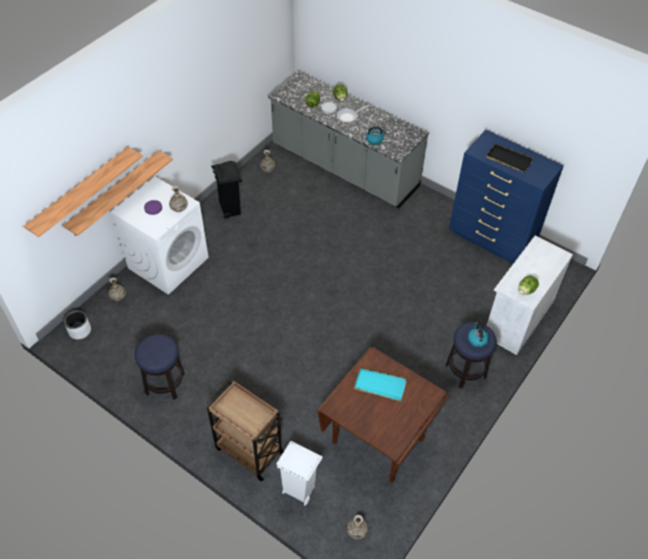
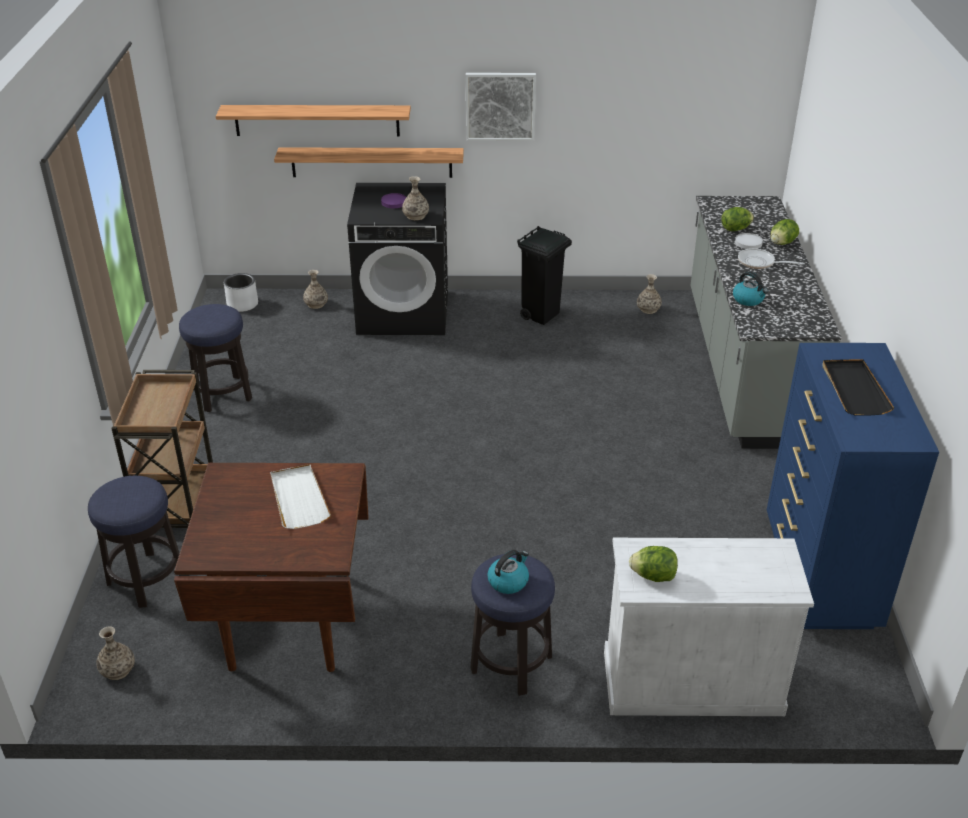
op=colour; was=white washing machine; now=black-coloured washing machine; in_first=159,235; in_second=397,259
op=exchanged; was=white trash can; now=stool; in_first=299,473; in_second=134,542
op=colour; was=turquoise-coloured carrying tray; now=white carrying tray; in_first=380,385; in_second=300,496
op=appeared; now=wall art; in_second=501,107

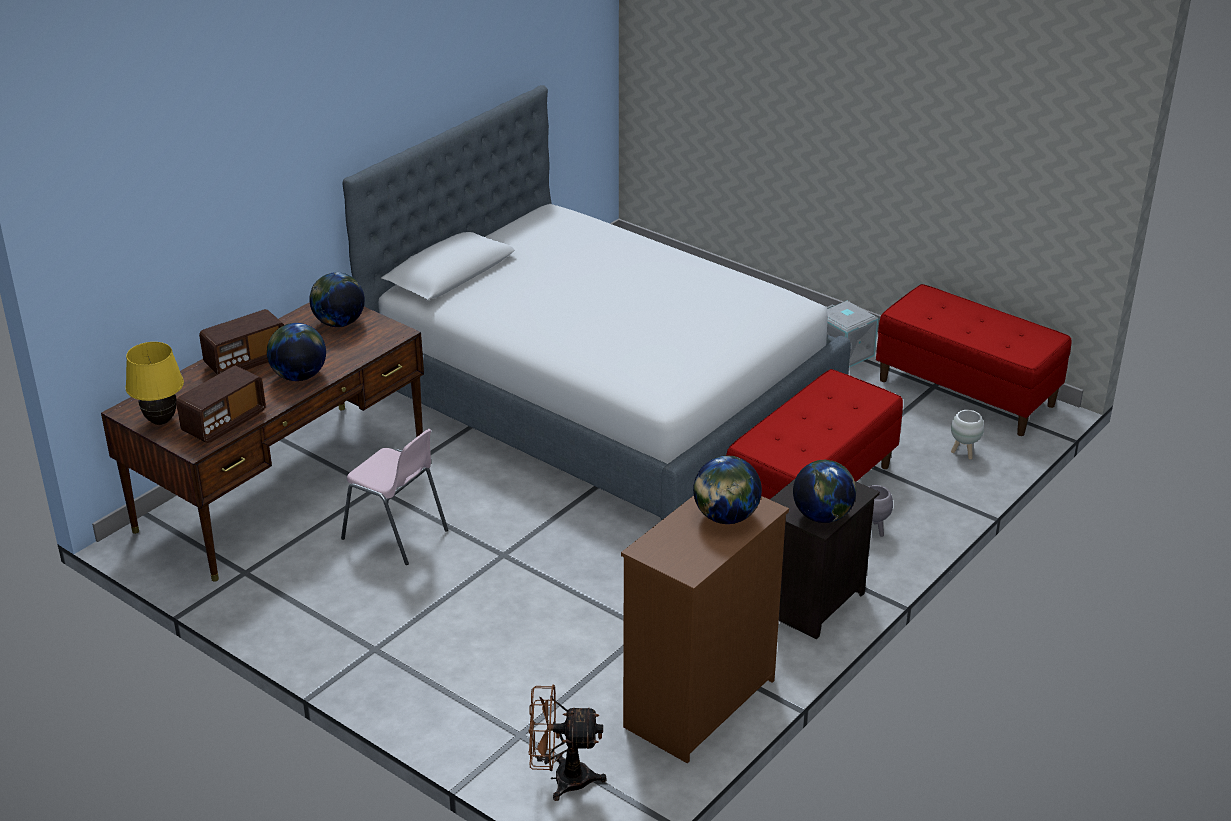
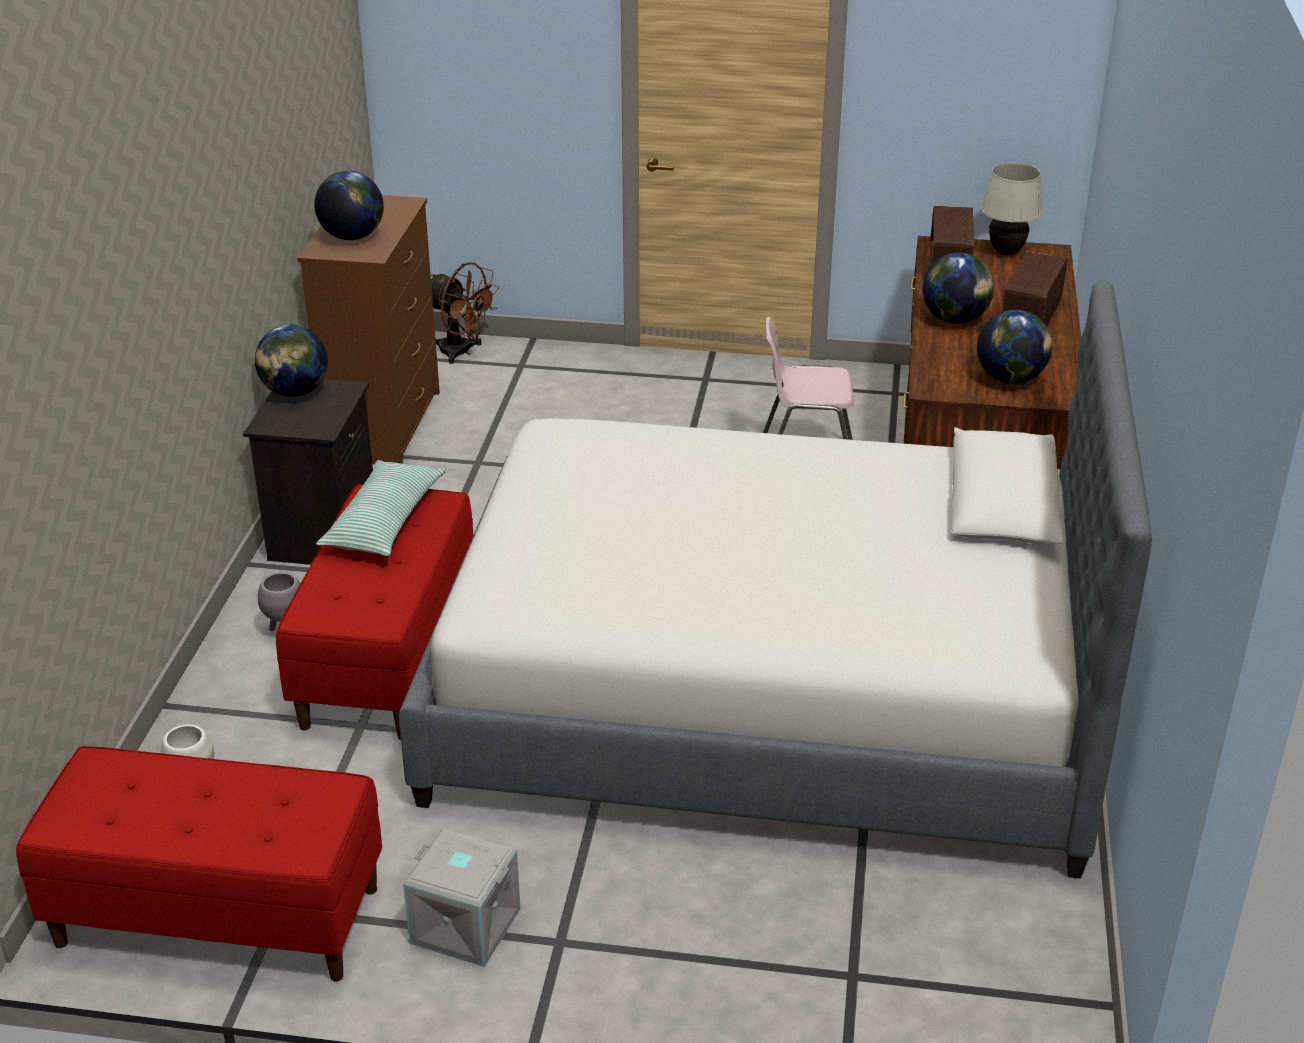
op=colour; was=yellowish table lamp; now=white table lamp; in_first=154,383; in_second=1012,209
op=spun; was=brown-coloured cooling fan; in_first=568,743; in_second=465,313; clockwise=60
op=appeared; now=pillow; in_second=381,508

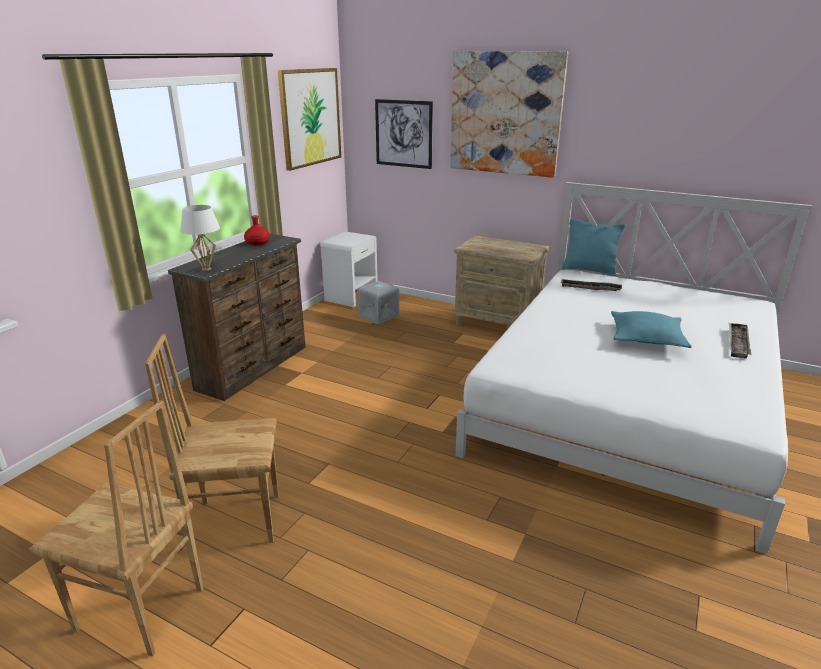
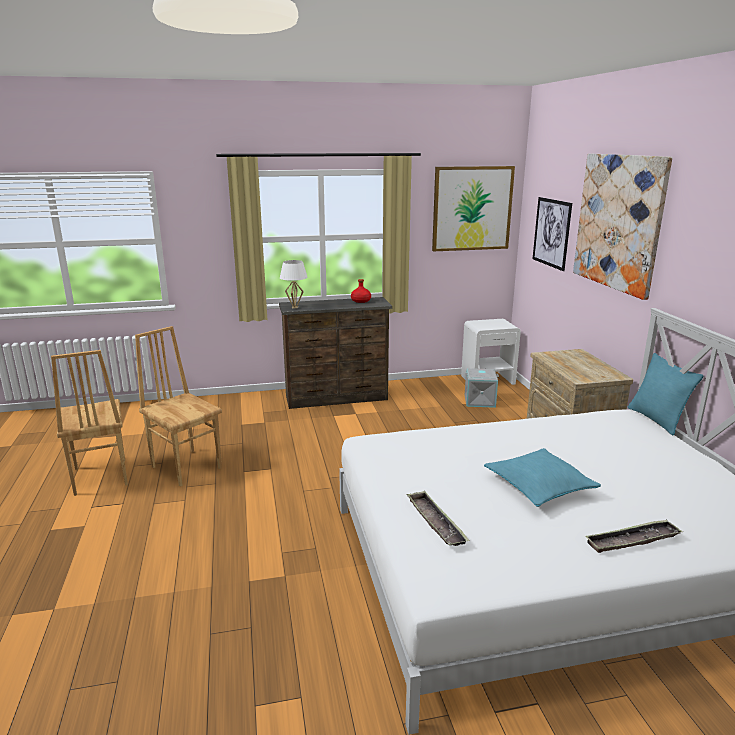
op=relocated; was=carrying tray; in_first=591,285; in_second=438,518

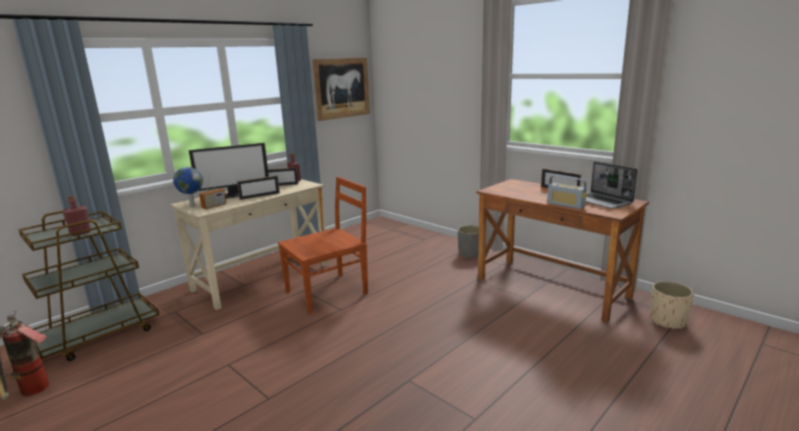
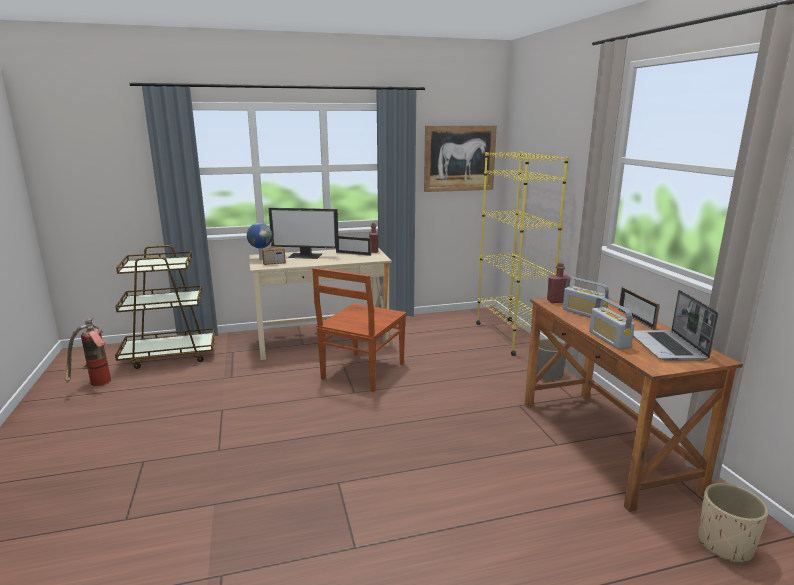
op=relocated; was=red drink bottle; in_first=76,215; in_second=558,283
op=missing; was=picture frame; in_first=258,188
op=spun; was=brown-coloured plain chair; in_first=323,245; in_second=359,330; clockwise=120
op=appeared; now=yellowish shelving unit; in_second=522,253
op=appeared; now=radio receiver; in_second=586,297

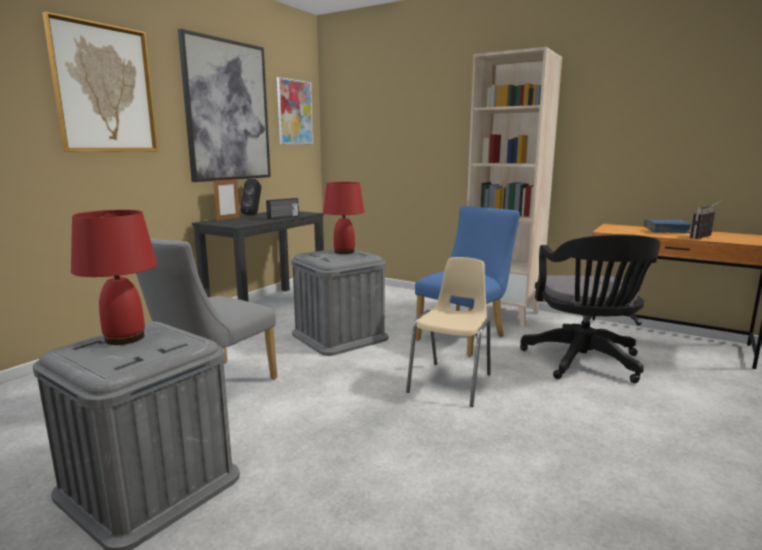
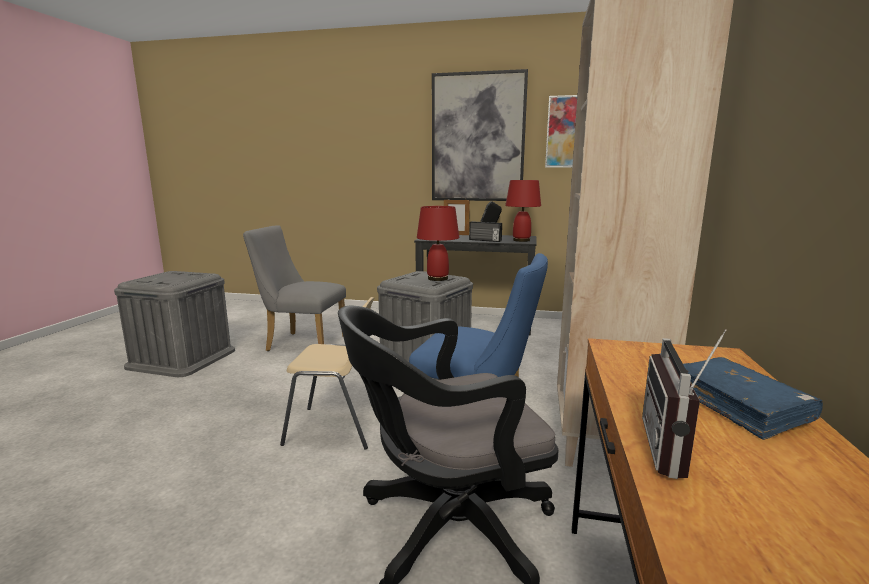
op=missing; was=wall art; in_first=100,82
op=relocated; was=red table lamp; in_first=114,277; in_second=523,211
op=spun; was=radio receiver; in_first=706,219; in_second=684,404; clockwise=-105

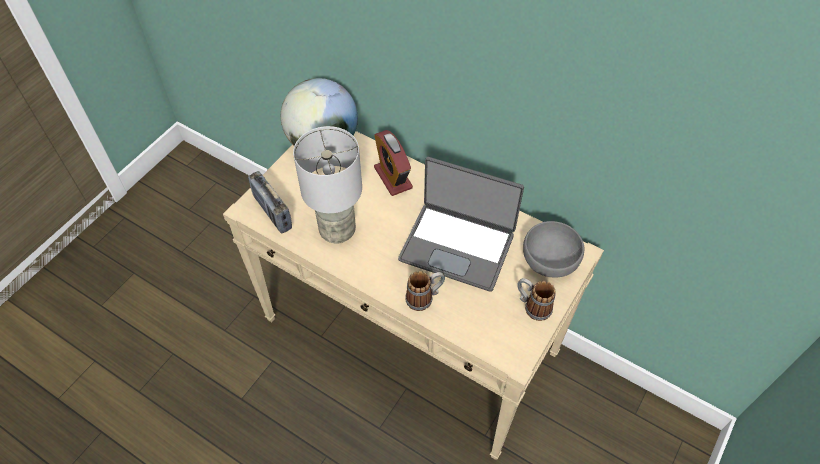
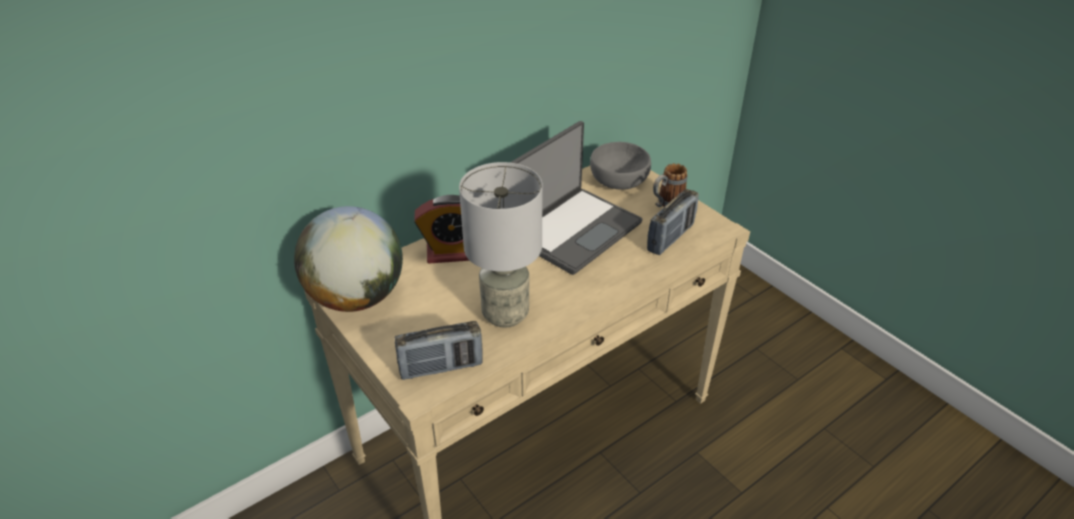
op=missing; was=coffee mug; in_first=425,291
op=appeared; now=radio receiver; in_second=673,222

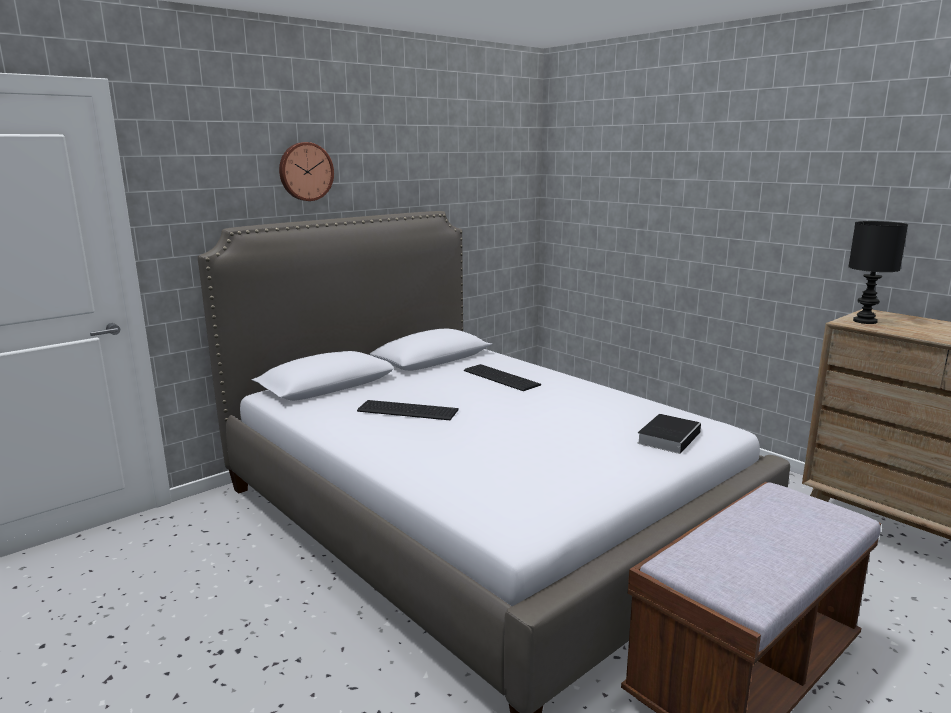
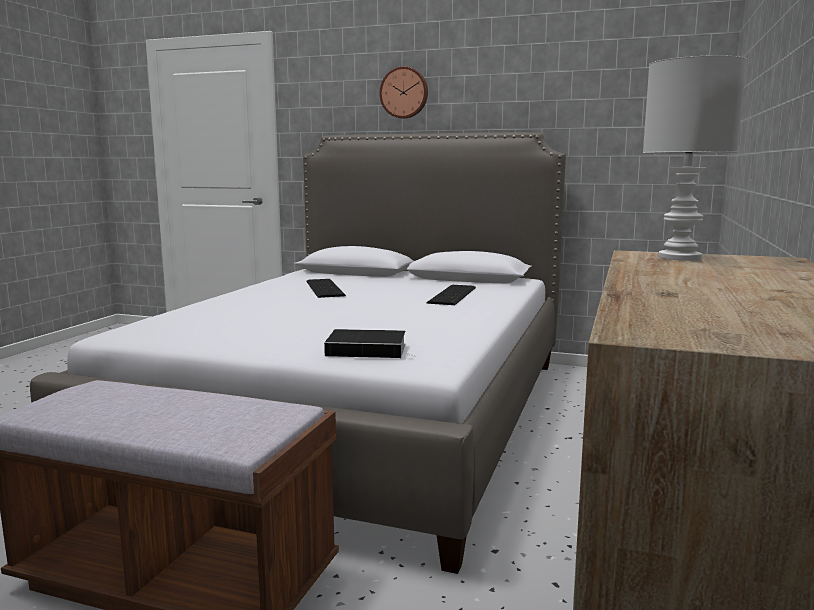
op=colour; was=black-coloured table lamp; now=white table lamp; in_first=878,272; in_second=695,158

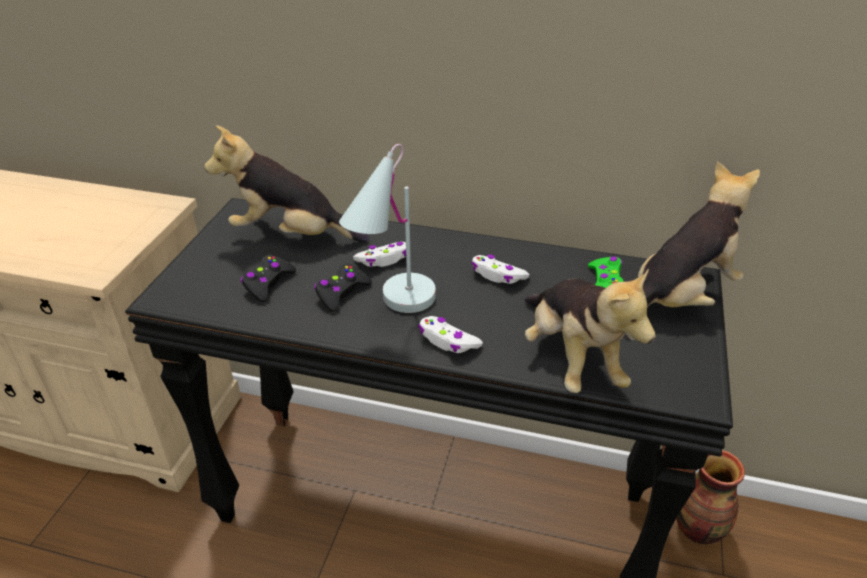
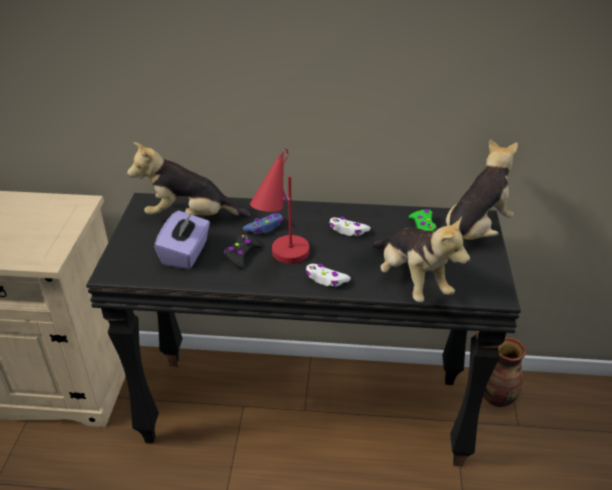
op=exchanged; was=black-coloured joypad; now=purplish tissue box; in_first=268,278; in_second=182,239
op=colour; was=white table lamp; now=red table lamp; in_first=387,228; in_second=280,206
op=colour; was=white joypad; now=bluish joypad; in_first=379,254; in_second=263,223

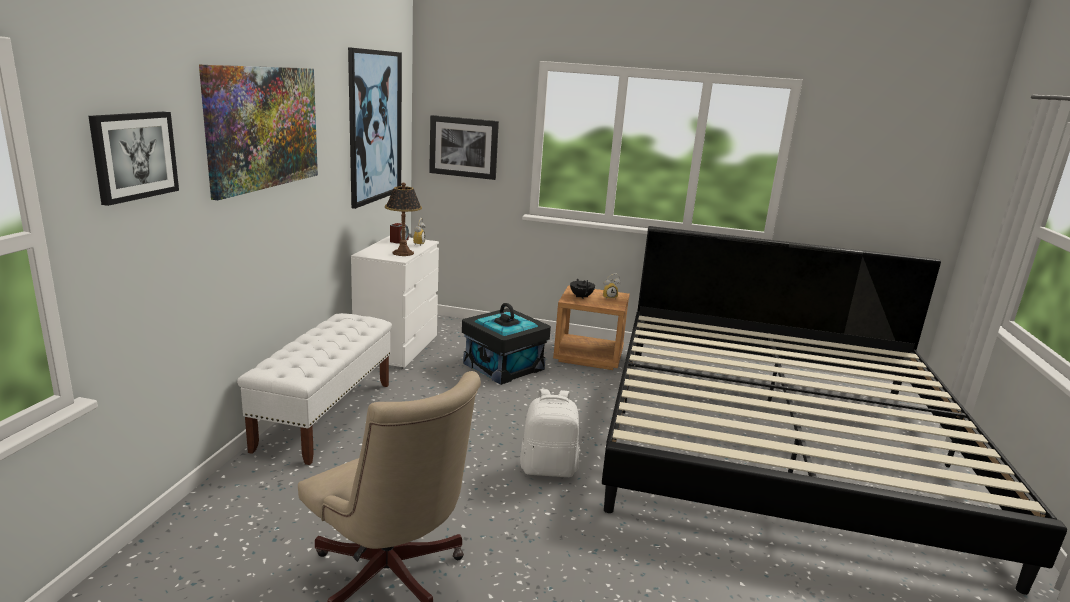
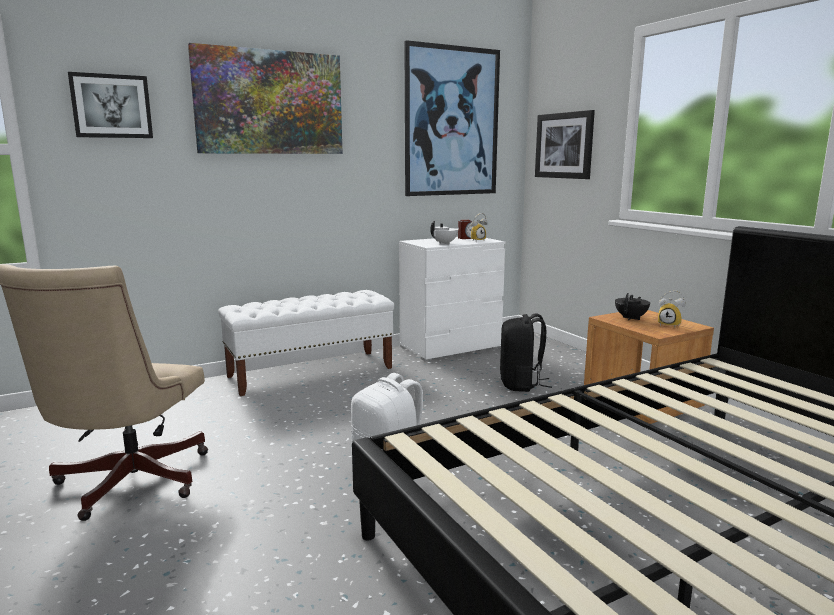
op=exchanged; was=table lamp; now=white pot for tea; in_first=403,219; in_second=444,233
op=exchanged; was=black-coloured storage box; now=black-coloured knapsack; in_first=506,344; in_second=526,352

